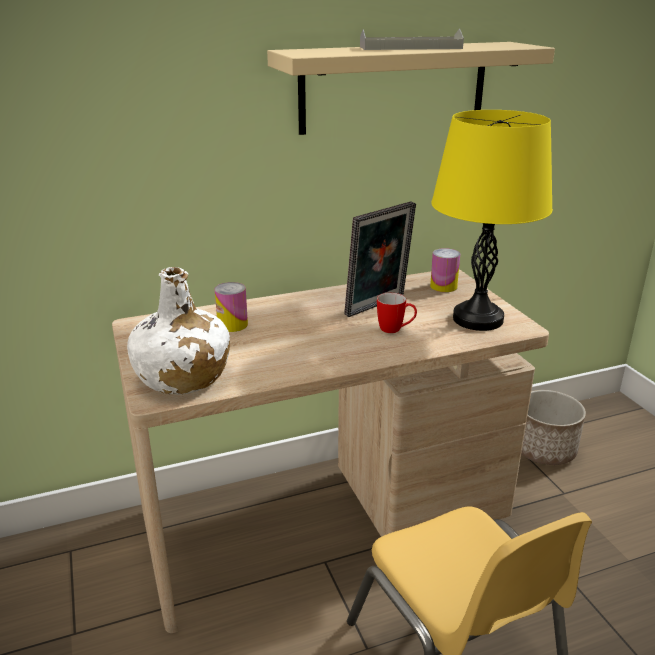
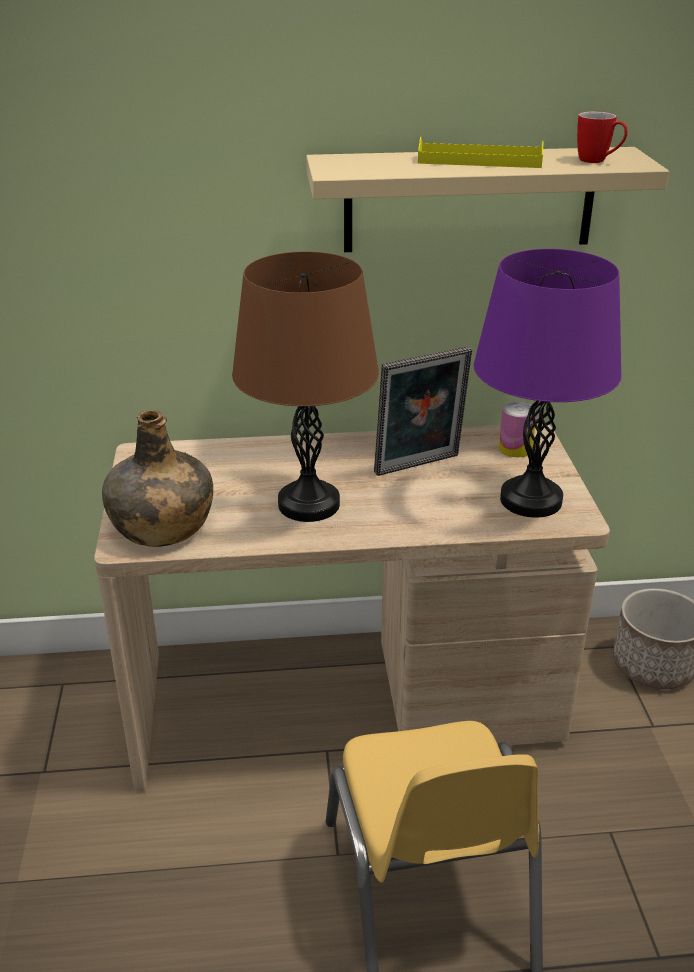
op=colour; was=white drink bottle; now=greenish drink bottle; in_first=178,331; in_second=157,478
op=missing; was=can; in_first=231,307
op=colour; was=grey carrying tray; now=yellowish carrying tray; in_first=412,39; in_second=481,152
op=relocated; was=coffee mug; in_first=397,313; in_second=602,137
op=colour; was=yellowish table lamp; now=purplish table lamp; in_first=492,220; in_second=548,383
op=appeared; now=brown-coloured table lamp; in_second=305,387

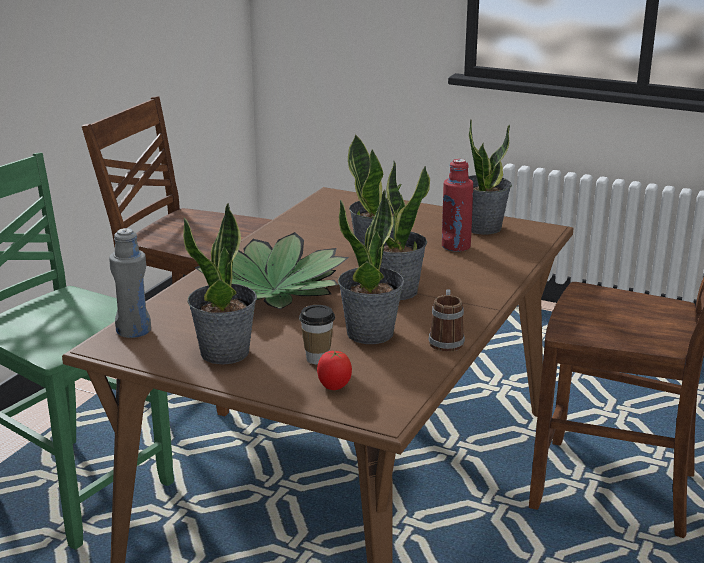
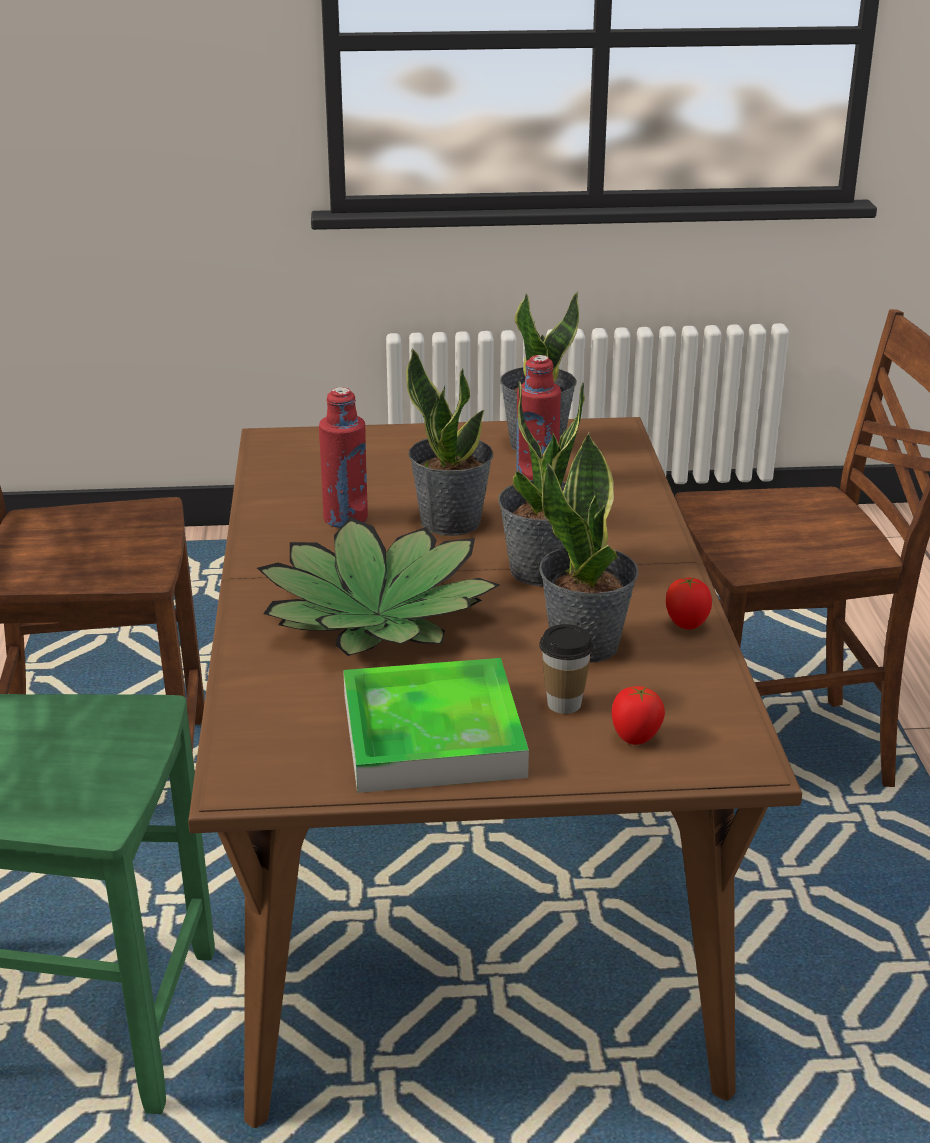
op=missing; was=grey drink bottle; in_first=130,283
op=exchanged; was=houseplant; now=carrying tray; in_first=220,283; in_second=436,725
op=exchanged; was=coffee mug; now=tomato; in_first=447,321; in_second=689,603
op=appeared; now=red drink bottle; in_second=343,457

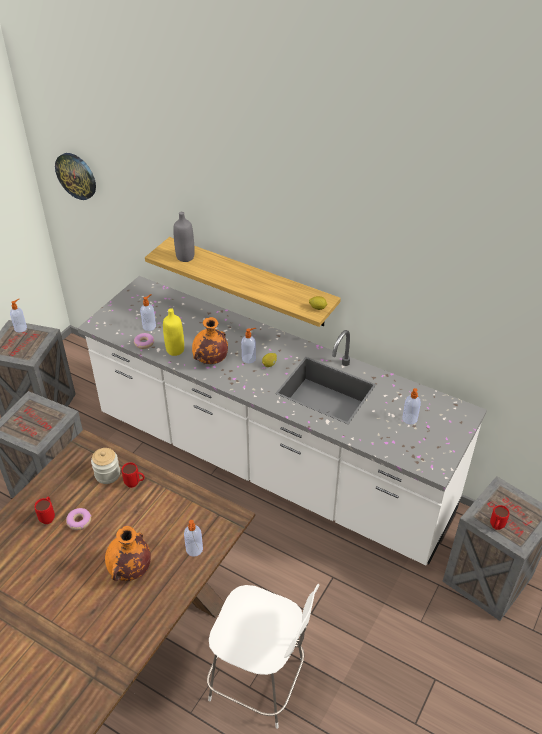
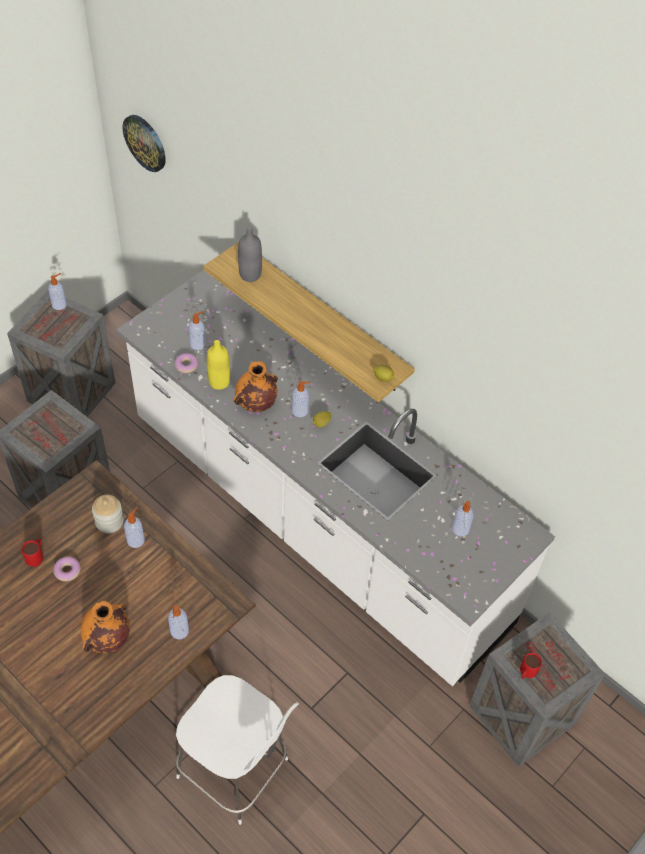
op=exchanged; was=red coffee mug; now=soap bottle; in_first=133,475; in_second=134,527

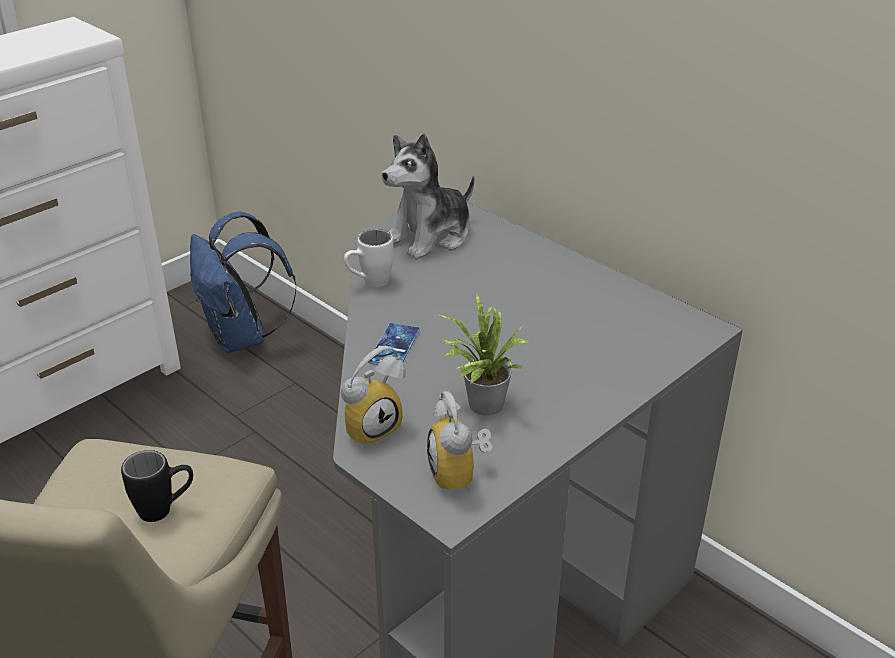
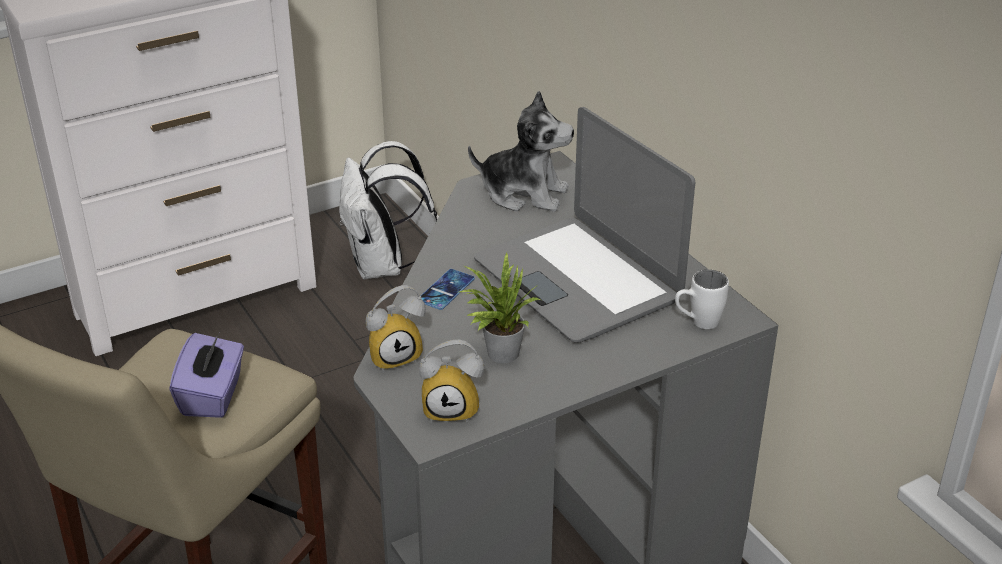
op=exchanged; was=black-coloured coffee mug; now=purplish tissue box; in_first=157,486; in_second=206,375
op=colour; was=bluish knapsack; now=white knapsack; in_first=243,282; in_second=388,210
op=relocated; was=white coffee mug; in_first=369,258; in_second=702,299
op=spun; was=plush toy; in_first=428,196; in_second=521,151; clockwise=-135
op=spun; was=alarm clock; in_first=459,442; in_second=451,381; clockwise=-90
op=appeared; now=laptop; in_second=584,225

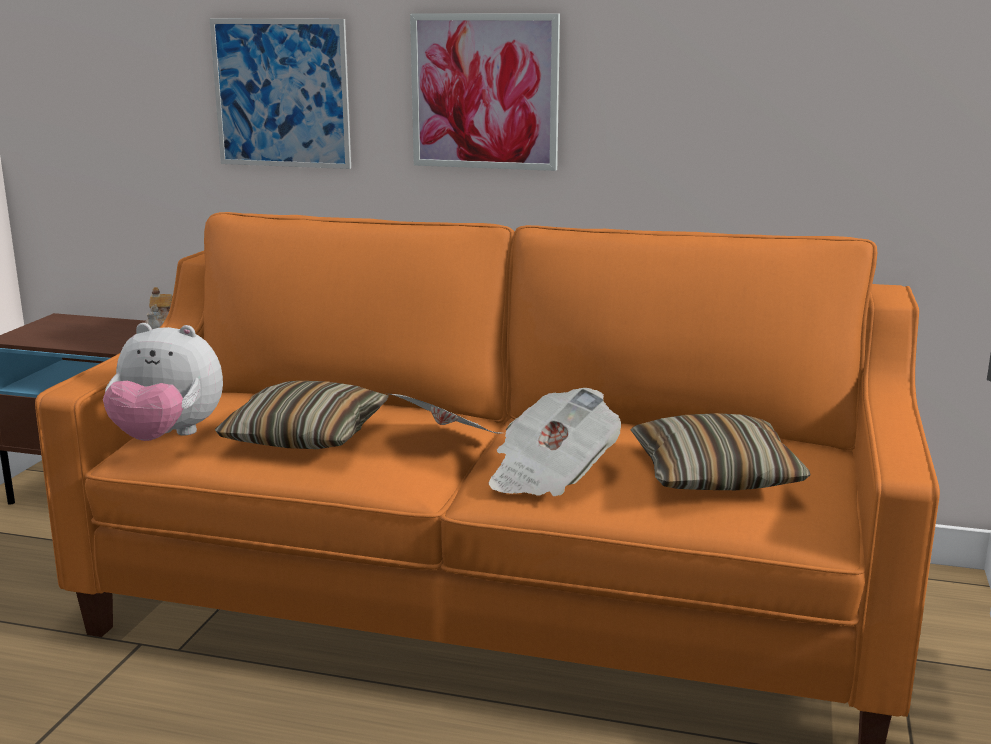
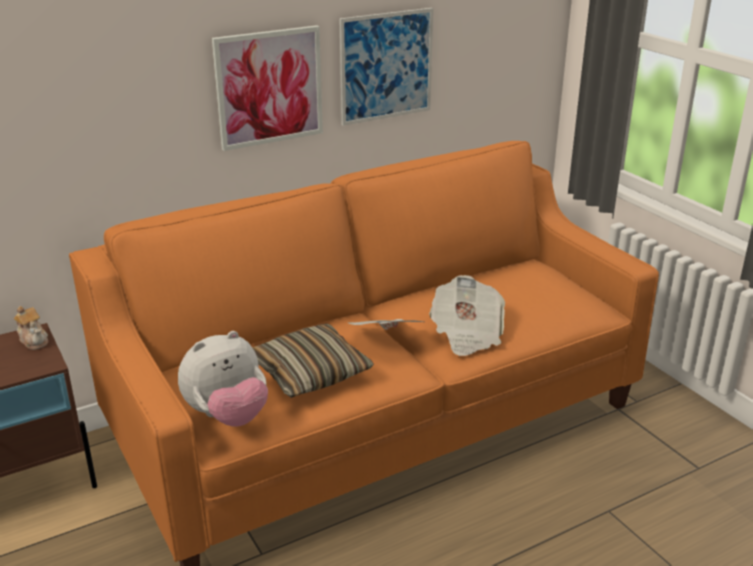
op=relocated; was=wall art; in_first=280,94; in_second=386,67
op=missing; was=pillow; in_first=721,451

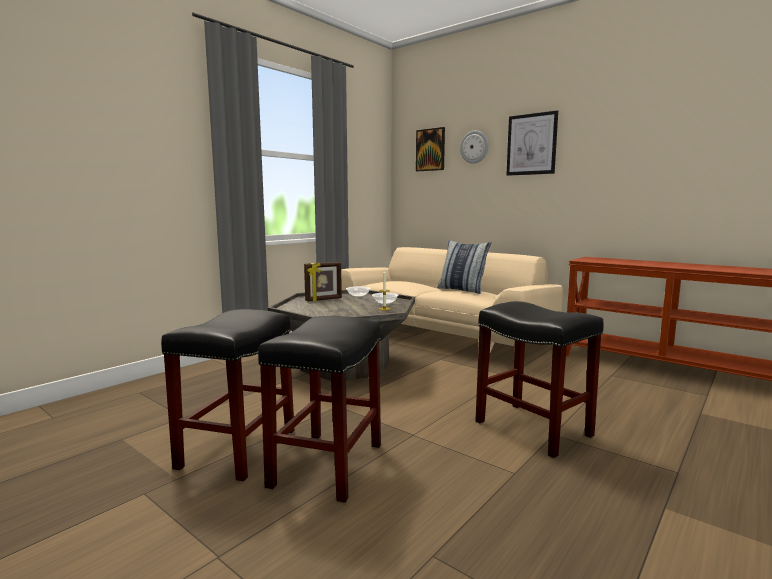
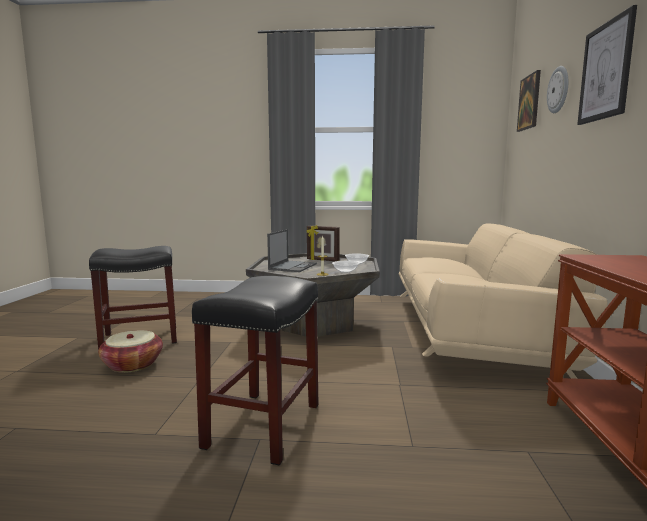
op=exchanged; was=black-coloured stool; now=household basket; in_first=319,409; in_second=130,351
op=missing; was=pillow; in_first=464,267
op=appeared; now=laptop; in_second=292,250

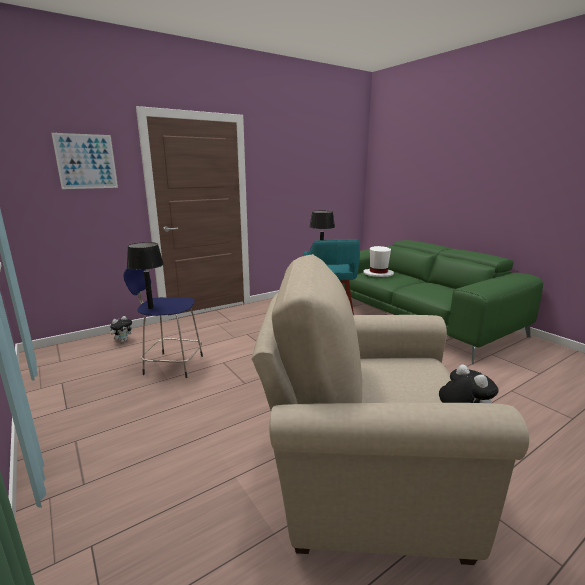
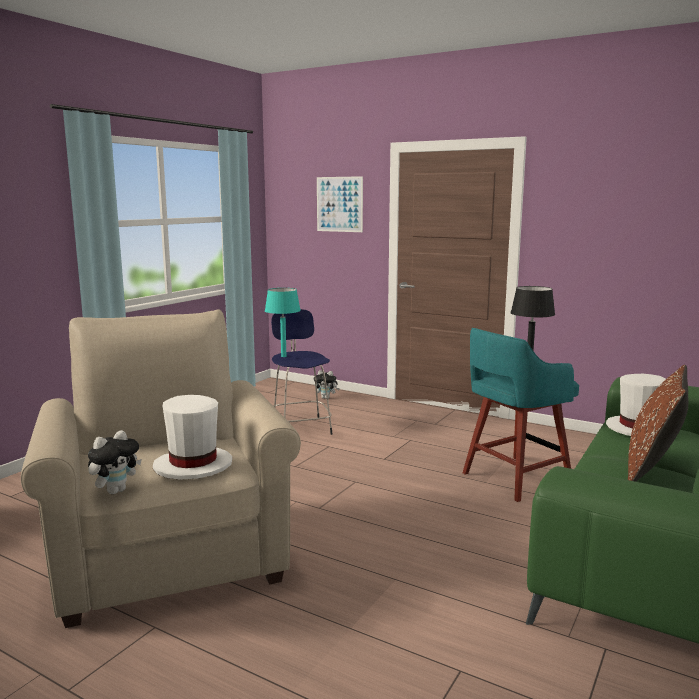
op=colour; was=black-coloured table lamp; now=turquoise-coloured table lamp; in_first=145,275; in_second=283,322
op=appeared; now=white clothing hat; in_second=192,437
op=appeared; now=brown-coloured pillow; in_second=658,423

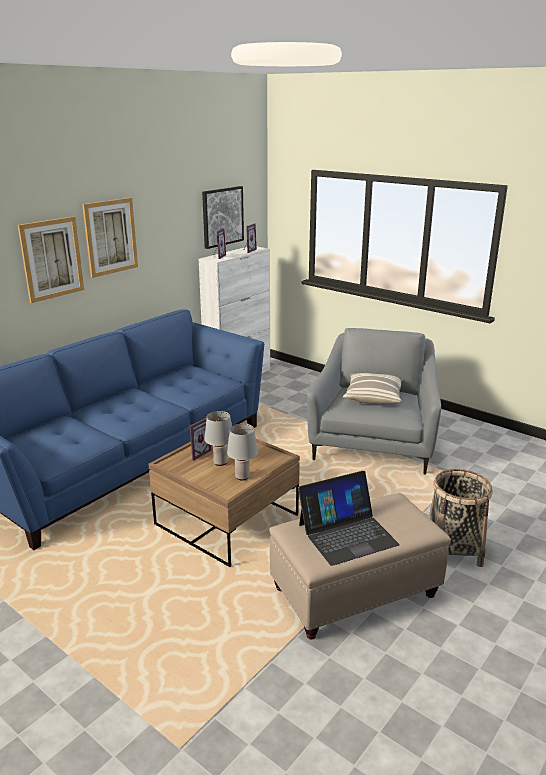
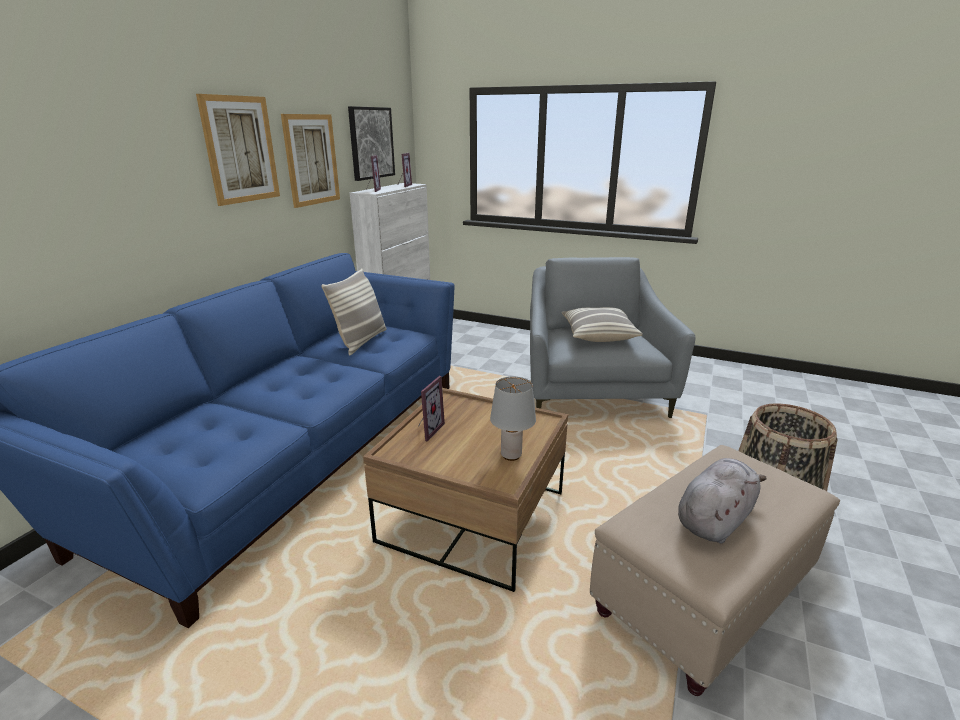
op=relocated; was=wall art; in_first=51,259; in_second=310,161
op=missing; was=grey table lamp; in_first=218,438
op=exchanged; was=laptop; now=grey plush toy; in_first=348,518; in_second=722,500
op=appeared; now=pillow; in_second=353,312

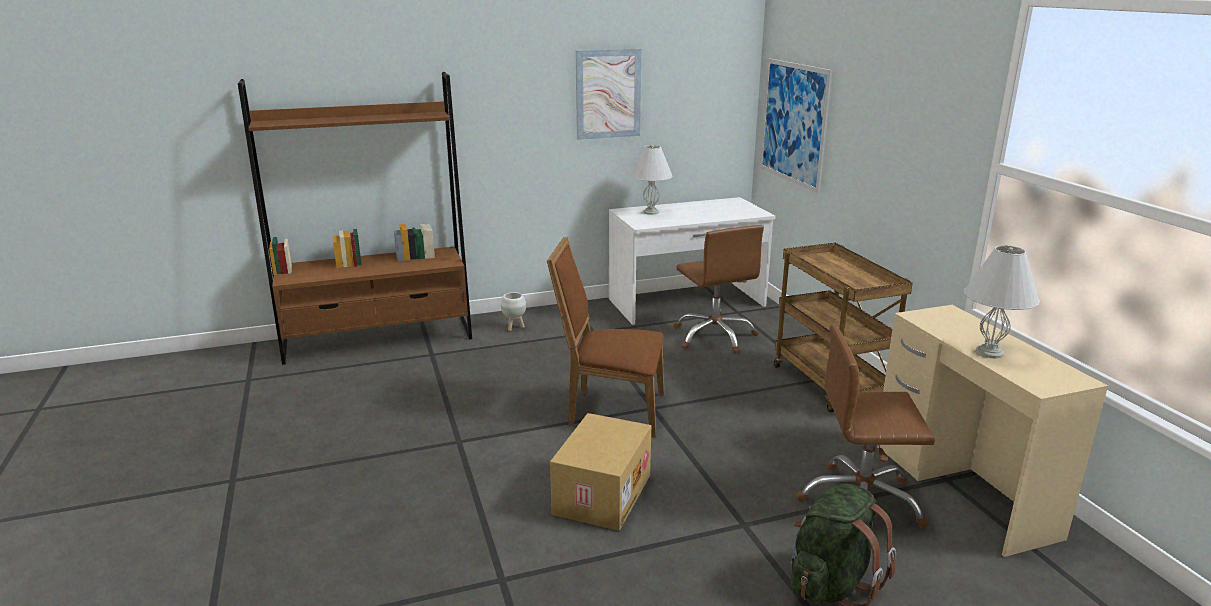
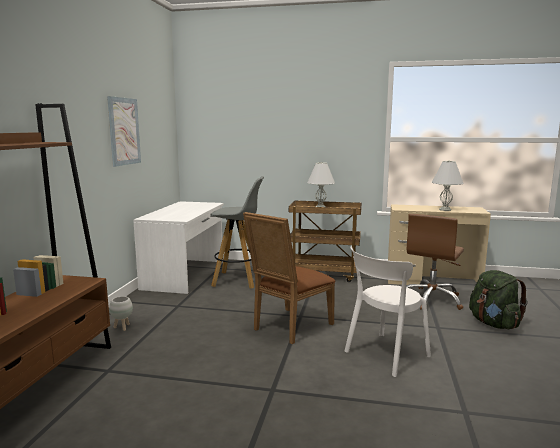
op=exchanged; was=carton; now=white plain chair; in_first=600,472; in_second=387,312
op=relocated; was=white table lamp; in_first=652,180; in_second=321,184
op=exchanged; was=brown-coloured computer chair; now=grey stool; in_first=719,289; in_second=237,232
op=missing; was=wall art; in_first=796,125

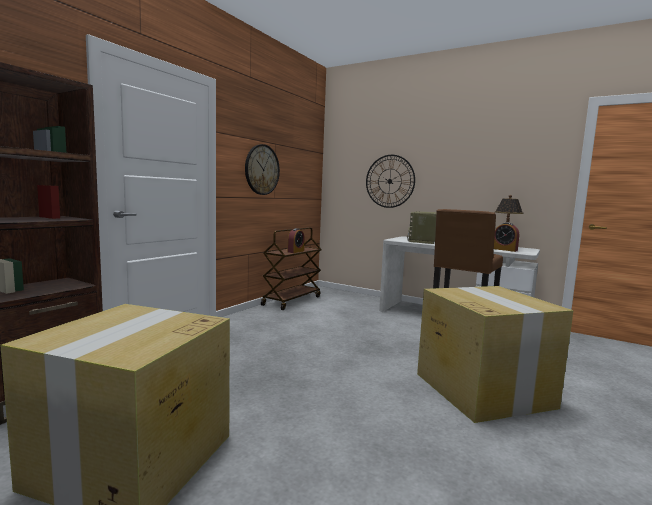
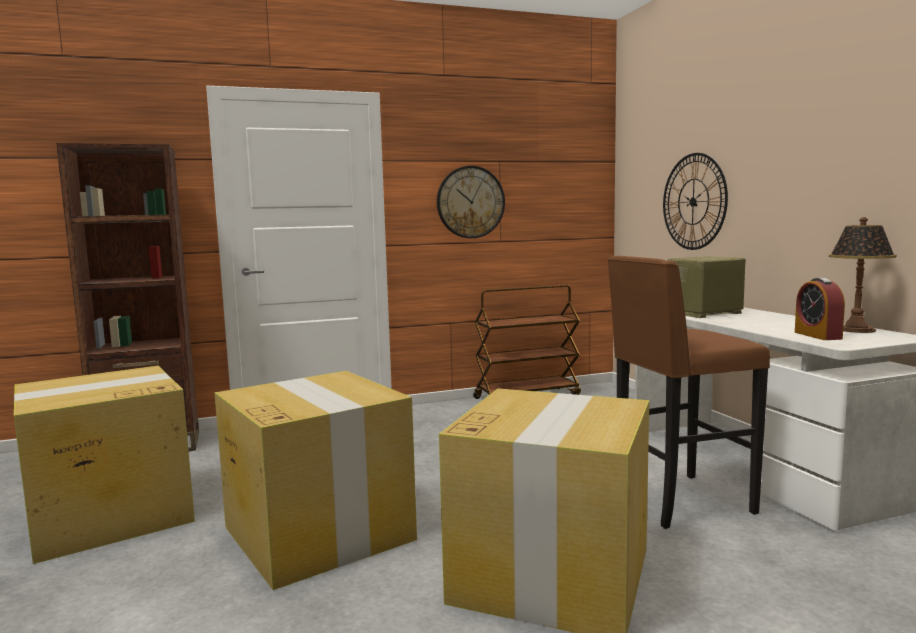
op=missing; was=alarm clock; in_first=296,240
op=appeared; now=carton; in_second=315,480

